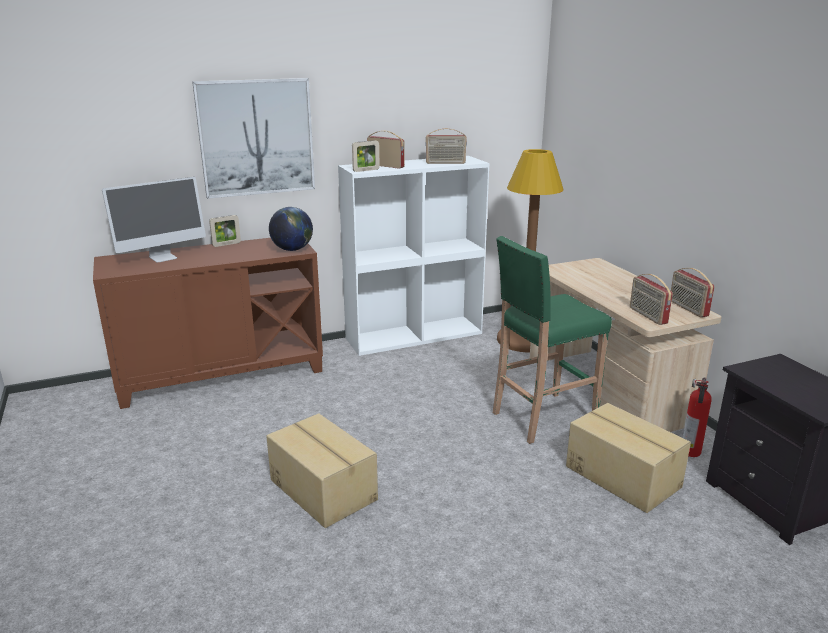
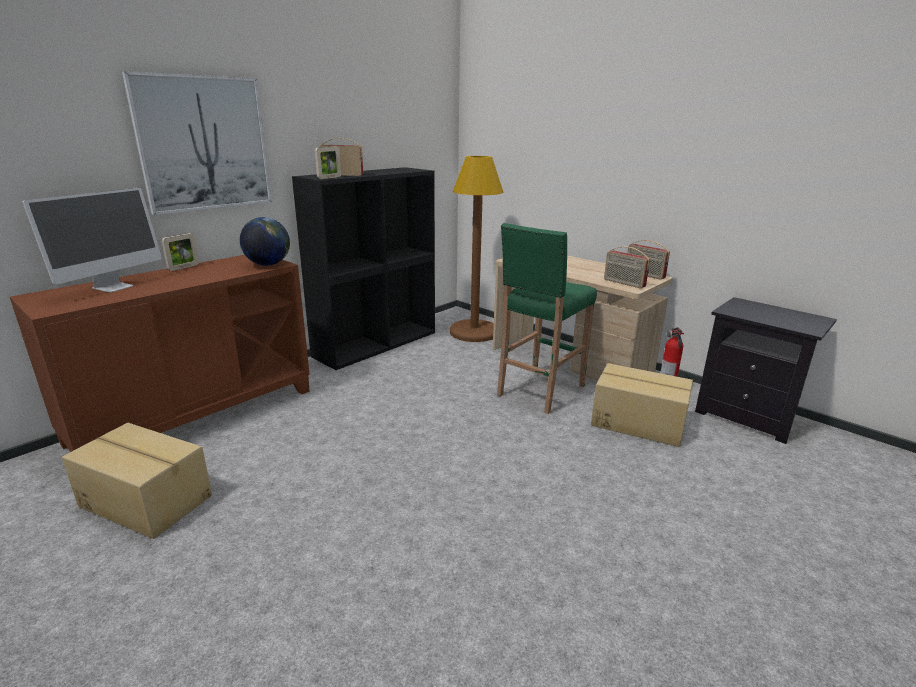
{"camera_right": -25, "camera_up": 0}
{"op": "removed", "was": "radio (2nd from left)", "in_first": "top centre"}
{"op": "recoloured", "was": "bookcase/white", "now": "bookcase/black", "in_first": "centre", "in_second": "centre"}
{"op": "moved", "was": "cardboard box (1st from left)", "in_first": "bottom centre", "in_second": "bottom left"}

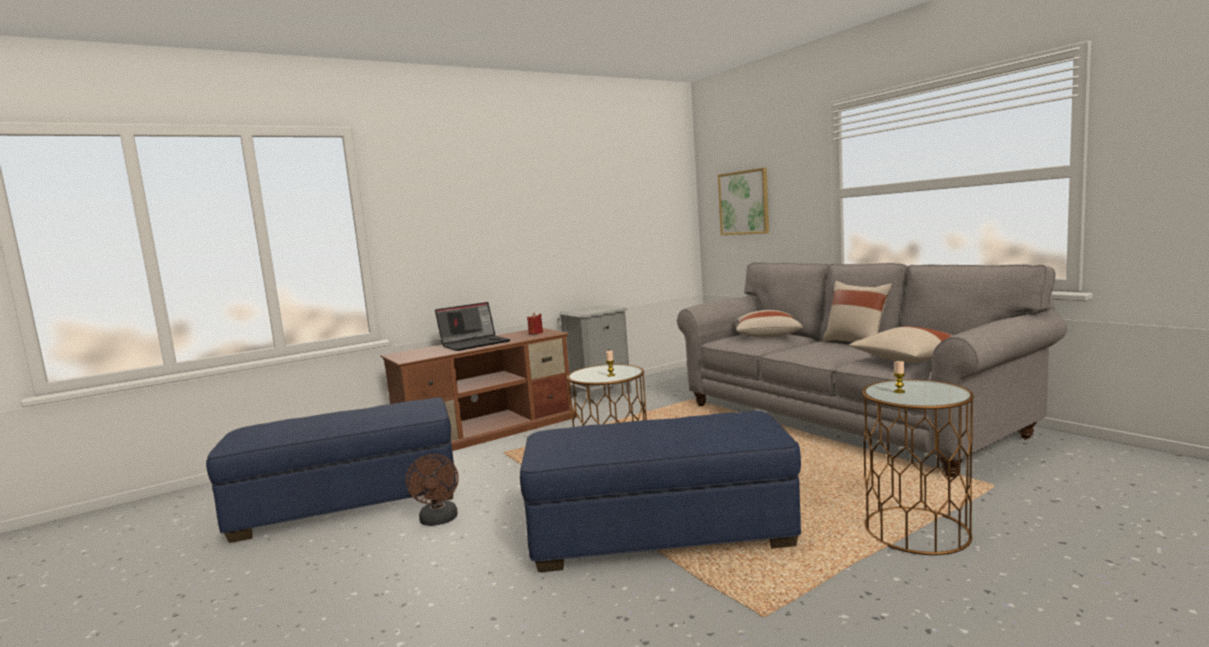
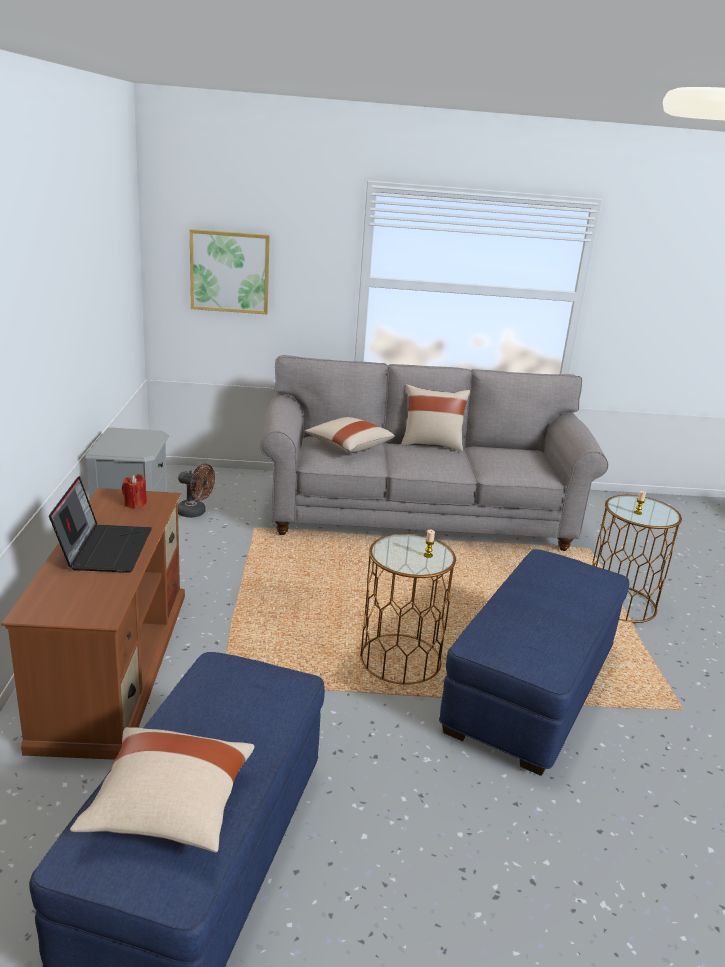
{"camera_right": -60, "camera_up": 15}
{"op": "moved", "was": "pillow/beige (3rd from left in the first image)", "now": "pillow/beige (1st from left)", "in_first": "middle right", "in_second": "bottom left"}
{"op": "moved", "was": "fan/brown", "in_first": "bottom centre", "in_second": "middle left"}

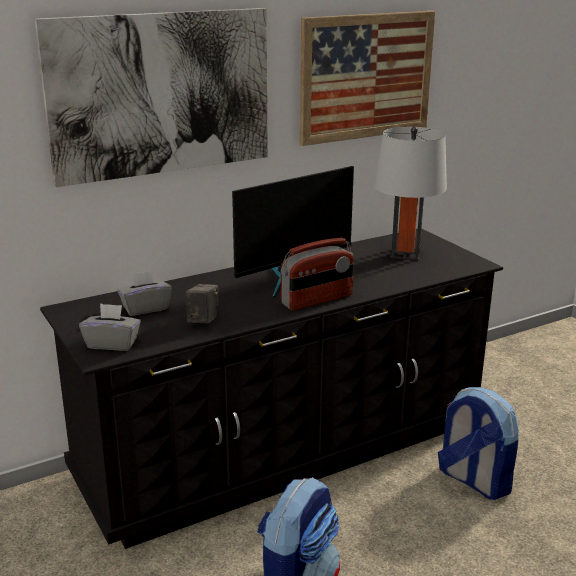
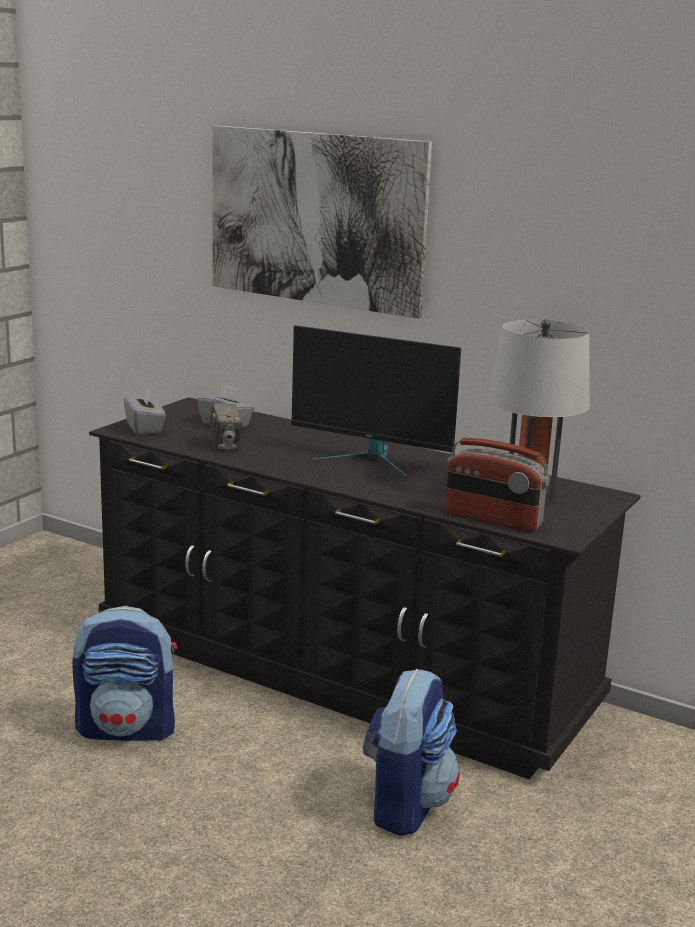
{"camera_right": 60, "camera_up": -5}
{"op": "removed", "was": "picture (2nd from left)", "in_first": "top centre"}
{"op": "moved", "was": "radio", "in_first": "centre", "in_second": "middle right"}
{"op": "turned", "was": "photo camera", "in_first": "centre", "in_second": "middle left", "clockwise": 90}

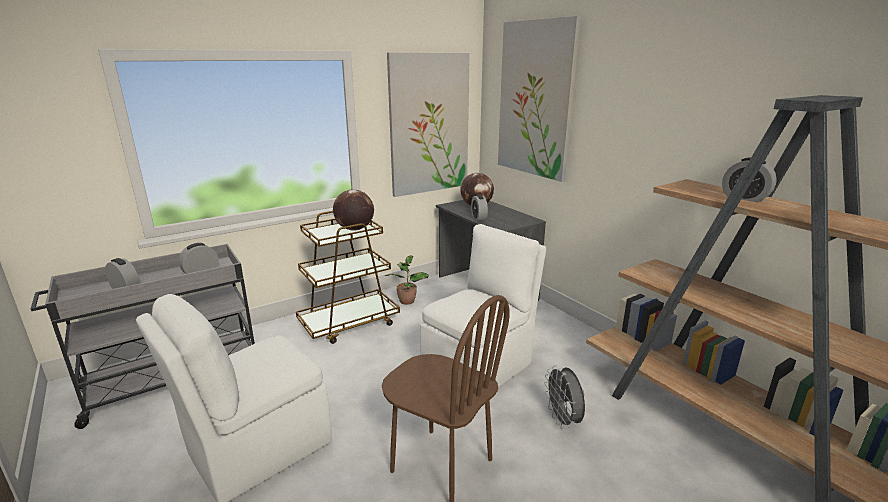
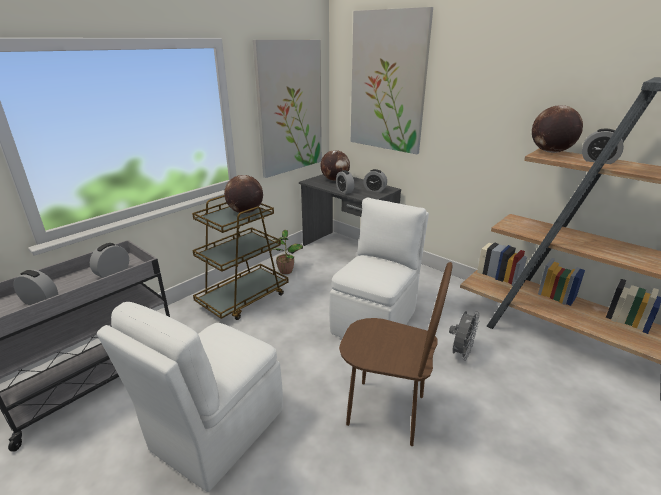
{"camera_right": -15, "camera_up": 5}
{"op": "turned", "was": "fan/grey", "in_first": "bottom centre", "in_second": "bottom right", "clockwise": -120}
{"op": "added", "now": "globe (3rd from left)", "in_second": "top right"}
{"op": "added", "now": "alarm clock (4th from left)", "in_second": "centre"}

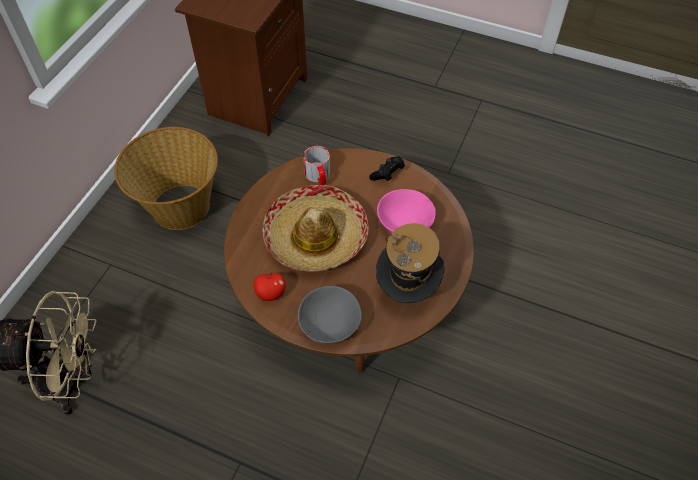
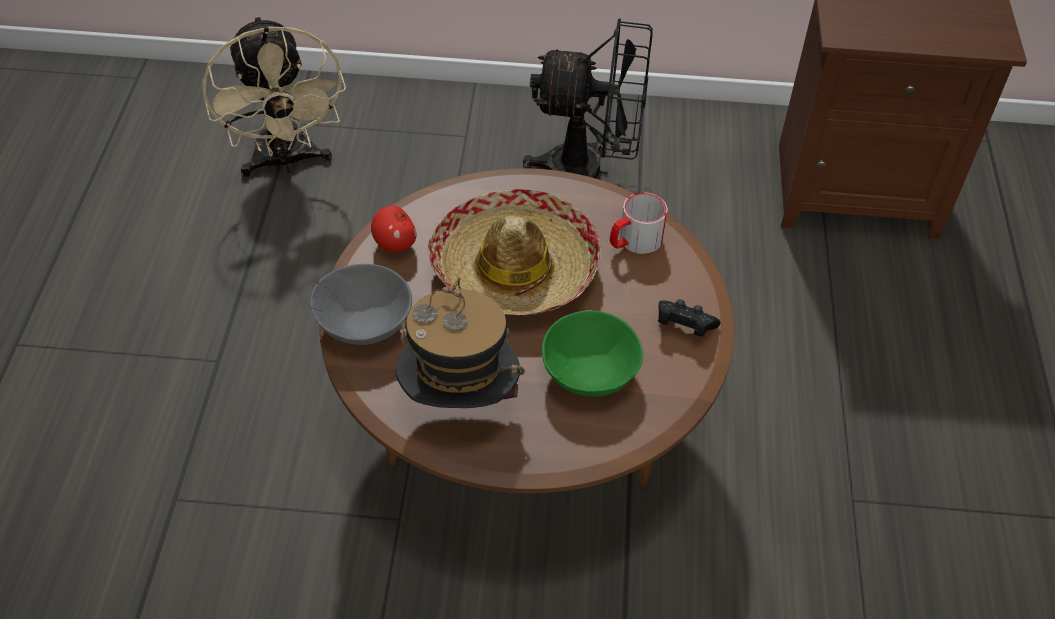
{"camera_right": 70, "camera_up": -5}
{"op": "replaced", "was": "basket", "now": "fan/black", "in_first": "middle left", "in_second": "top centre"}
{"op": "recoloured", "was": "bowl/pink", "now": "bowl/green", "in_first": "centre", "in_second": "centre"}

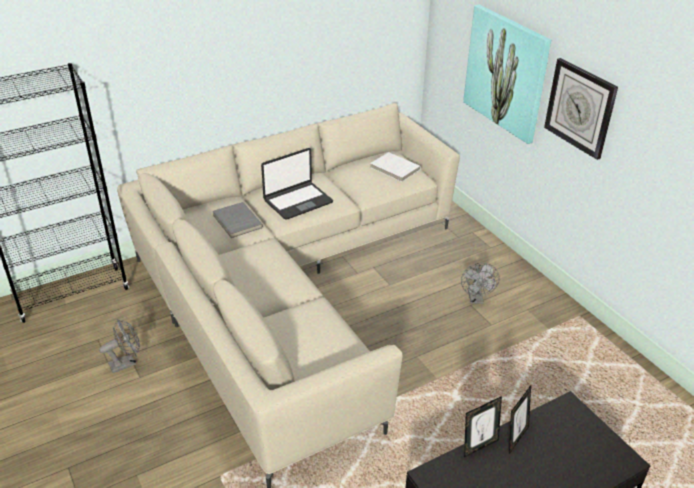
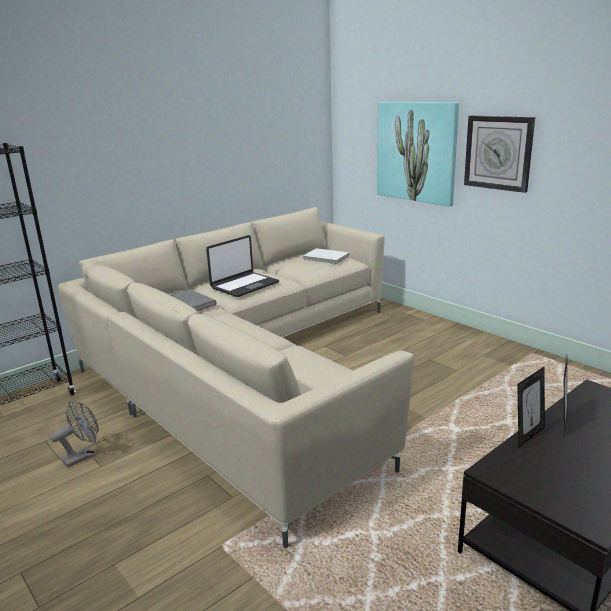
{"camera_right": -10, "camera_up": -15}
{"op": "removed", "was": "fan/grey (2nd from left)", "in_first": "middle right"}

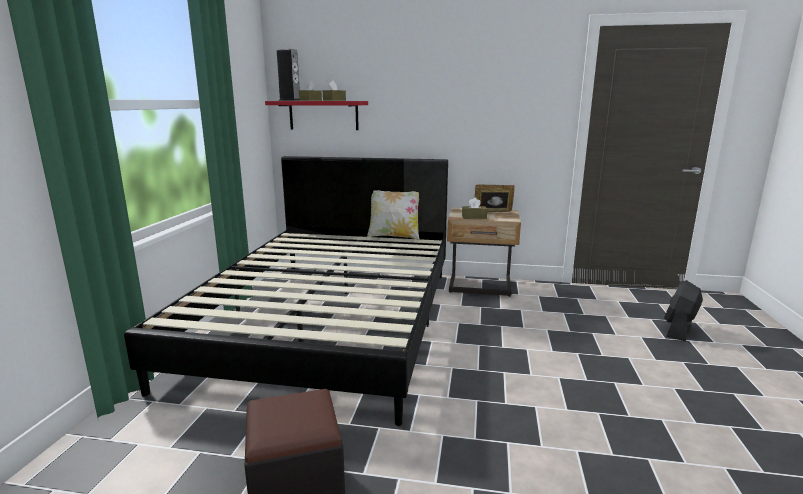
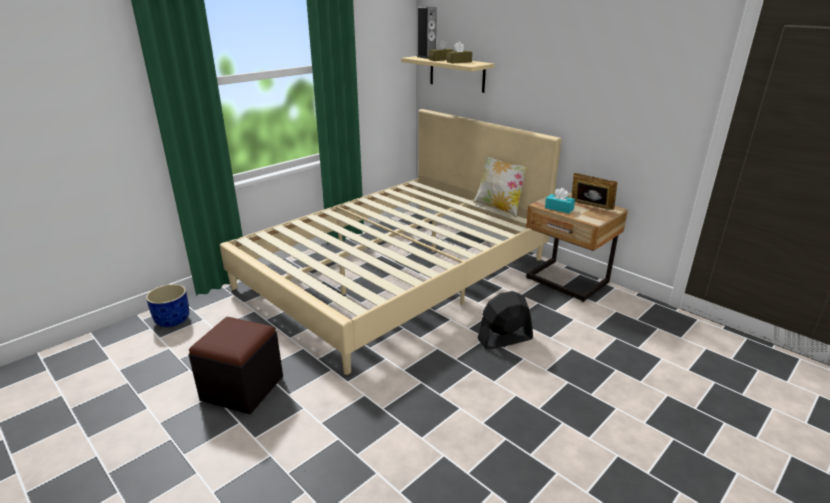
{"camera_right": 35, "camera_up": 10}
{"op": "recoloured", "was": "shelf/red", "now": "shelf/beige", "in_first": "top centre", "in_second": "top centre"}
{"op": "recoloured", "was": "bed/black", "now": "bed/beige", "in_first": "centre", "in_second": "centre"}
{"op": "recoloured", "was": "tissue box/brown (3rd from left)", "now": "tissue box/turquoise", "in_first": "centre", "in_second": "middle right"}
{"op": "moved", "was": "fan/black", "in_first": "middle right", "in_second": "centre"}
{"op": "added", "now": "planter/blue", "in_second": "middle left"}

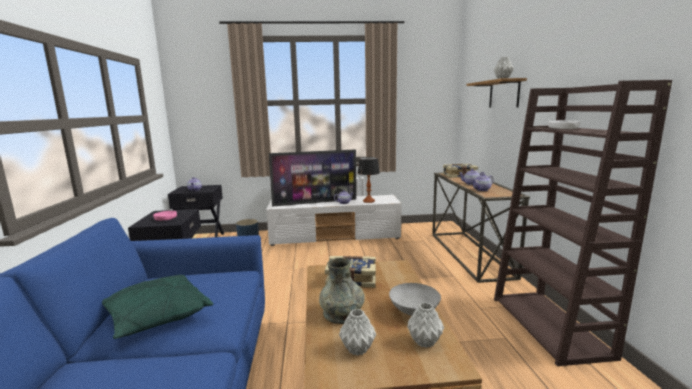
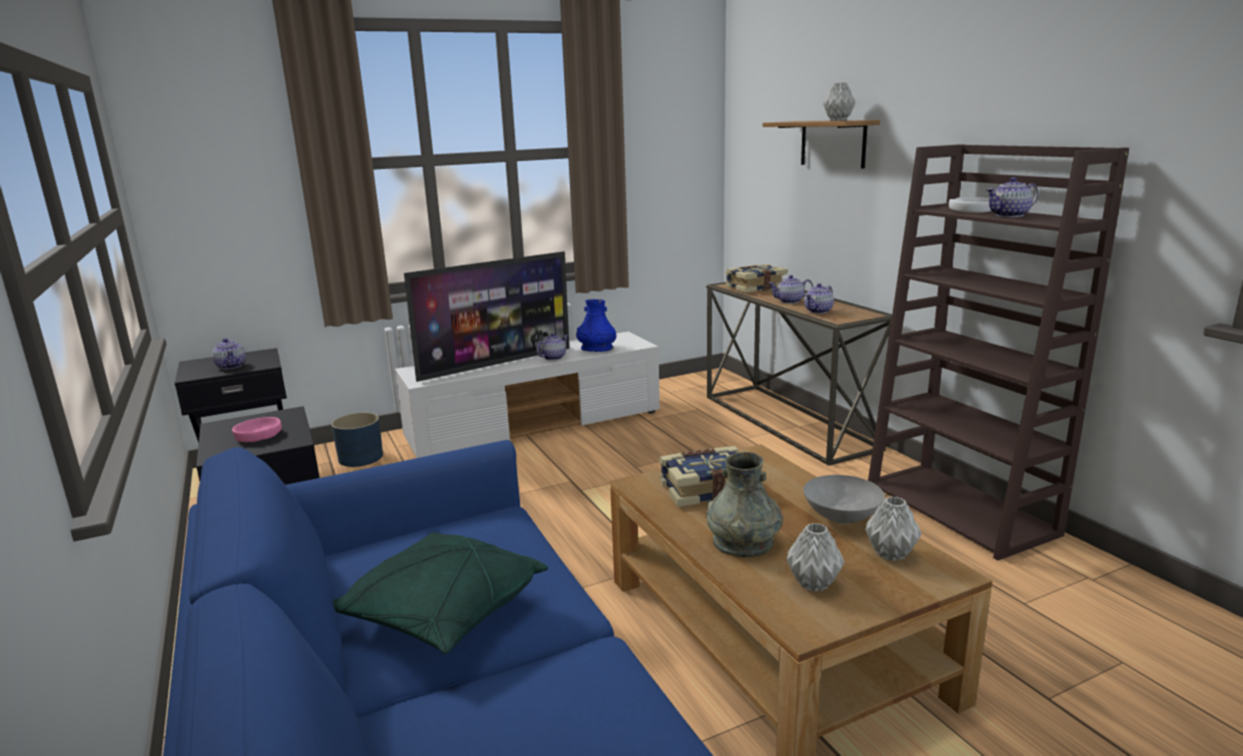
{"camera_right": -20, "camera_up": 5}
{"op": "replaced", "was": "table lamp", "now": "vase/blue", "in_first": "centre", "in_second": "centre"}
{"op": "added", "now": "teapot (5th from left)", "in_second": "top right"}

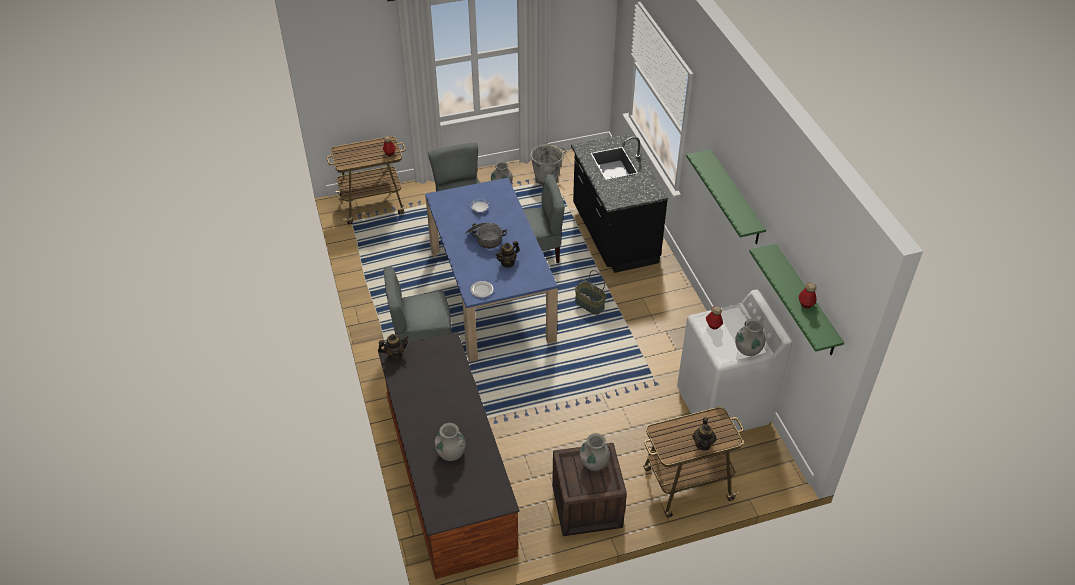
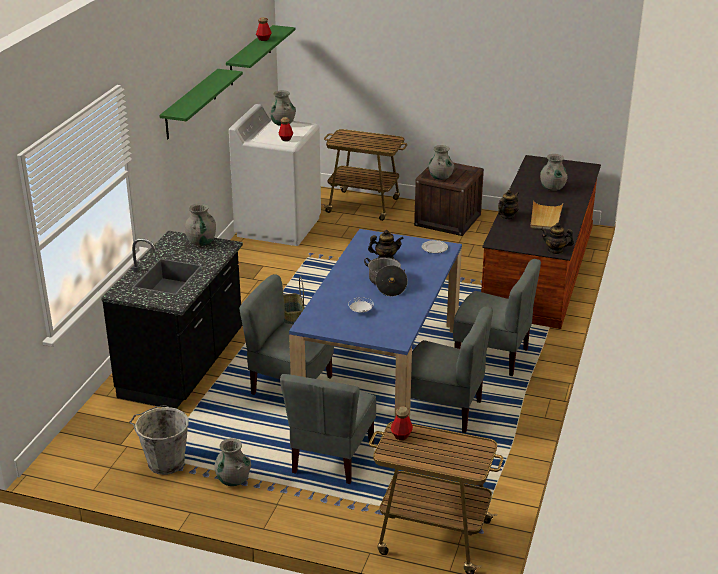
{"camera_right": -145, "camera_up": -15}
{"op": "moved", "was": "teapot (3rd from left in the first image)", "now": "teapot (2nd from left)", "in_first": "bottom centre", "in_second": "middle right"}
{"op": "added", "now": "tray/beige", "in_second": "middle right"}
{"op": "added", "now": "vase/grey (1st from left)", "in_second": "middle left"}
{"op": "added", "now": "chair/grey (3rd from left)", "in_second": "centre"}

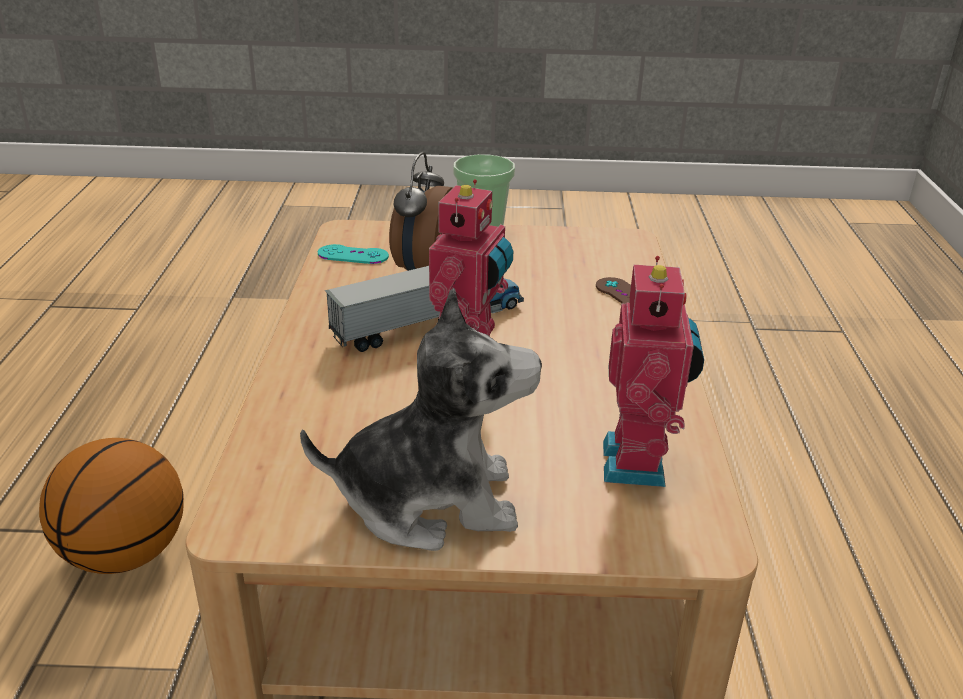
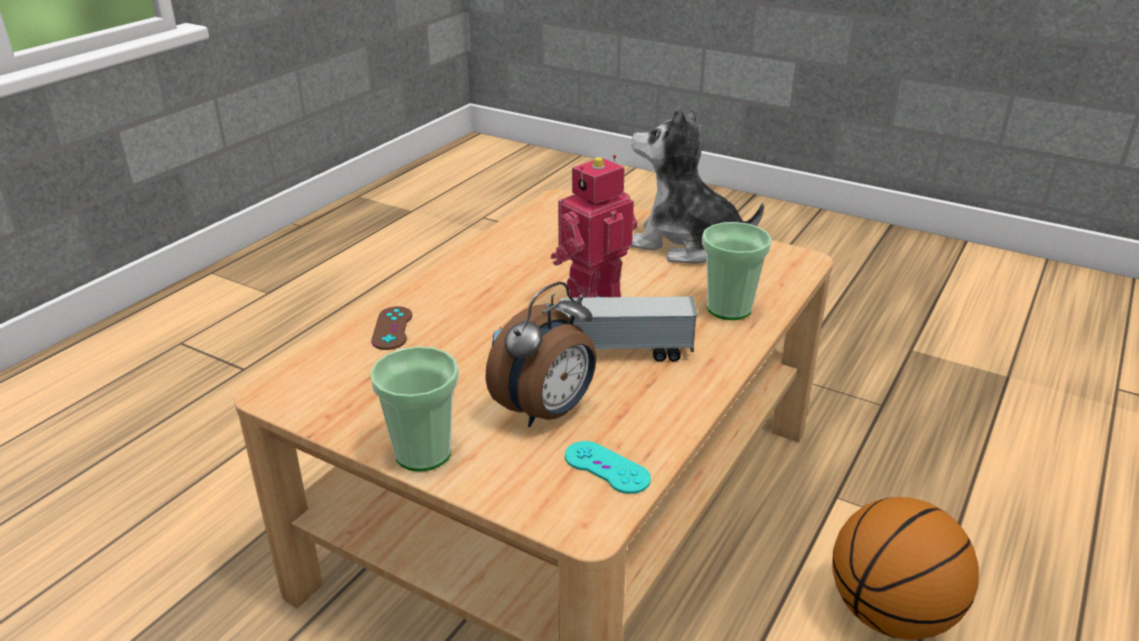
{"camera_right": -150, "camera_up": 0}
{"op": "removed", "was": "toy robot (2nd from left)", "in_first": "middle right"}
{"op": "added", "now": "cup (2nd from left)", "in_second": "centre"}

